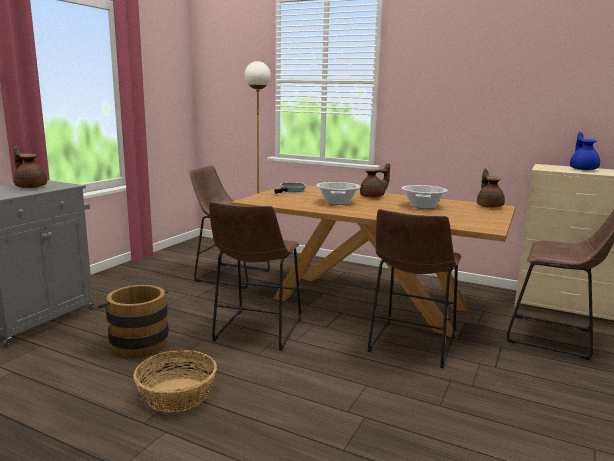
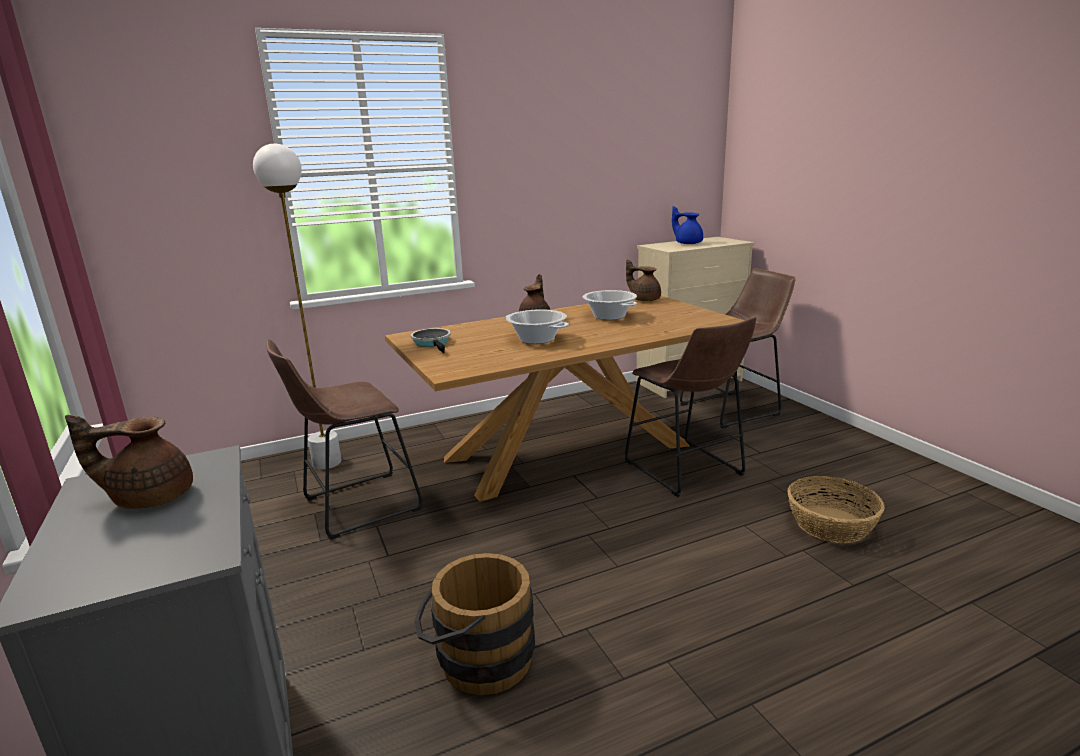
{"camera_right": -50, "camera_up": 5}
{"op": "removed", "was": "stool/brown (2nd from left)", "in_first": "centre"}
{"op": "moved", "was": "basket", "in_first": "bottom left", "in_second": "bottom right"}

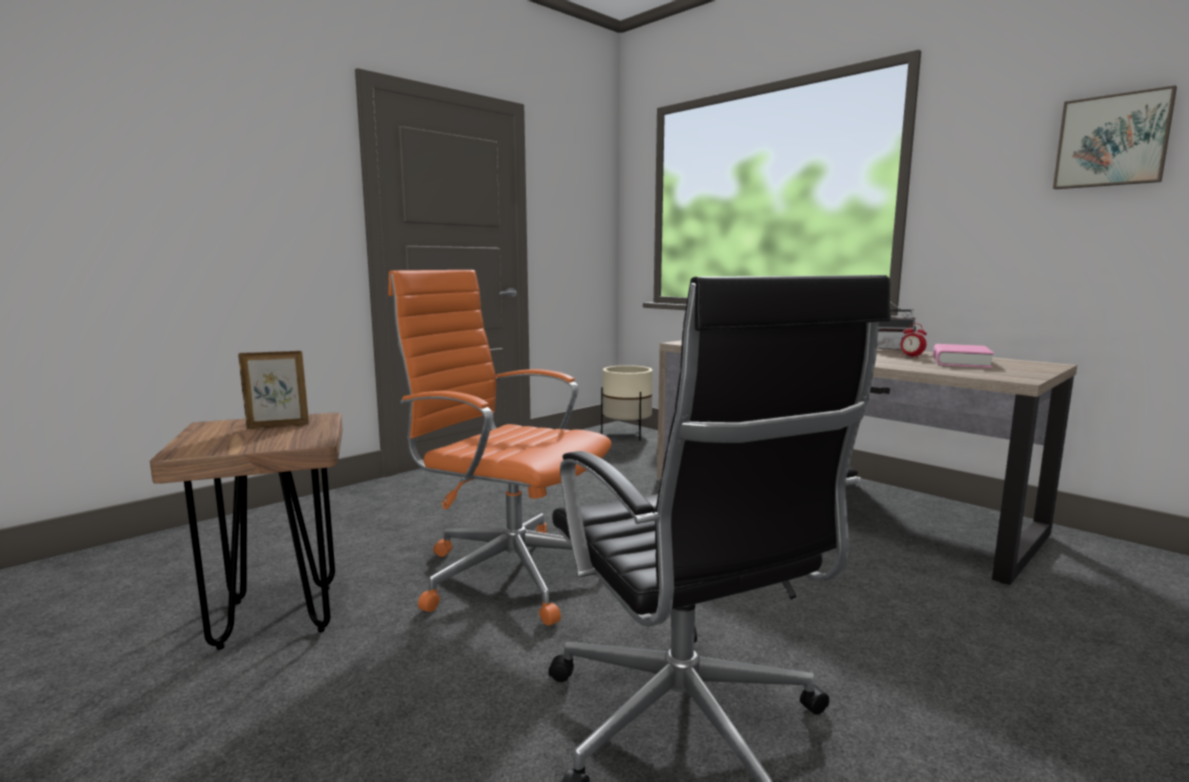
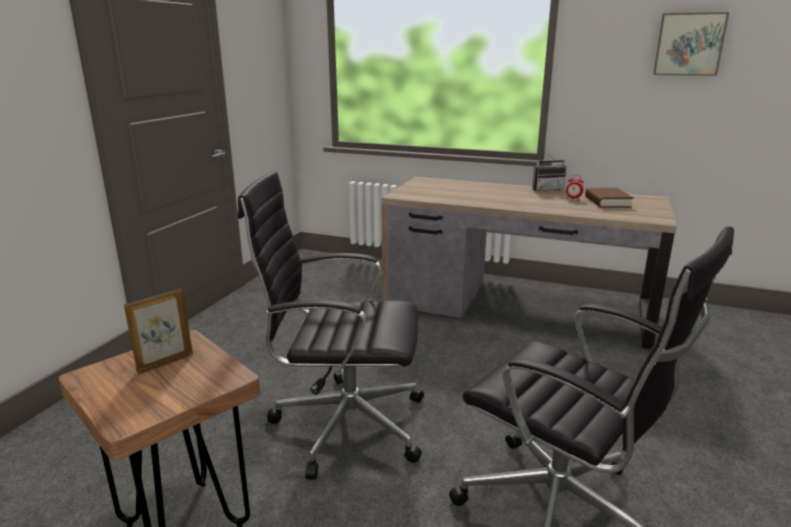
{"camera_right": -25, "camera_up": 10}
{"op": "recoloured", "was": "office chair/orange", "now": "office chair/black (1st from left)", "in_first": "centre", "in_second": "centre"}
{"op": "recoloured", "was": "book/pink", "now": "book/brown", "in_first": "middle right", "in_second": "middle right"}
{"op": "removed", "was": "planter/beige", "in_first": "centre"}

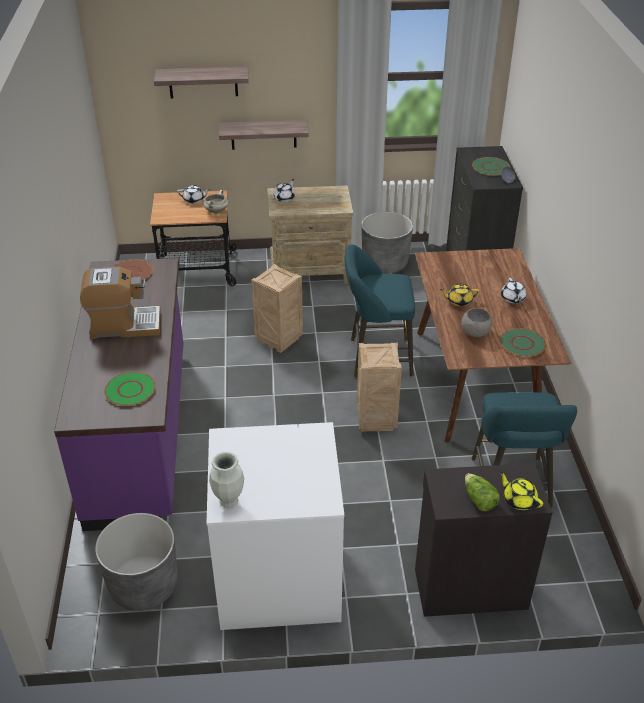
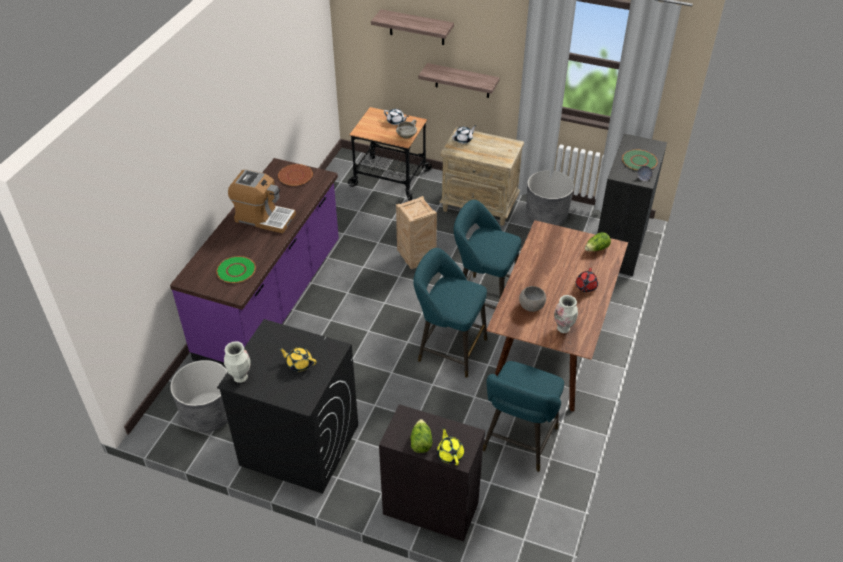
{"camera_right": 25, "camera_up": 5}
{"op": "recoloured", "was": "teapot/white (3rd from left)", "now": "teapot/red", "in_first": "middle right", "in_second": "middle right"}
{"op": "moved", "was": "teapot/yellow (1st from left)", "in_first": "middle right", "in_second": "centre"}
{"op": "replaced", "was": "plate/green (3rd from left)", "now": "vase (2nd from left)", "in_first": "middle right", "in_second": "middle right"}
{"op": "replaced", "was": "crate (2nd from left)", "now": "stool/turquoise (1st from left)", "in_first": "centre", "in_second": "centre"}
{"op": "recoloured", "was": "washing machine/white", "now": "washing machine/black", "in_first": "bottom centre", "in_second": "bottom centre"}
{"op": "added", "now": "lettuce (2nd from left)", "in_second": "middle right"}

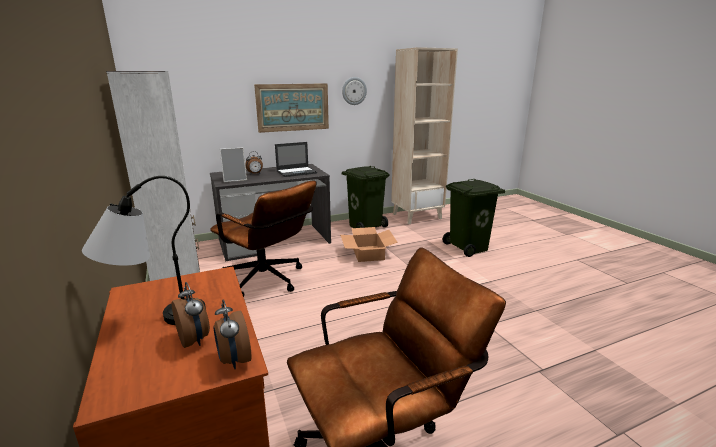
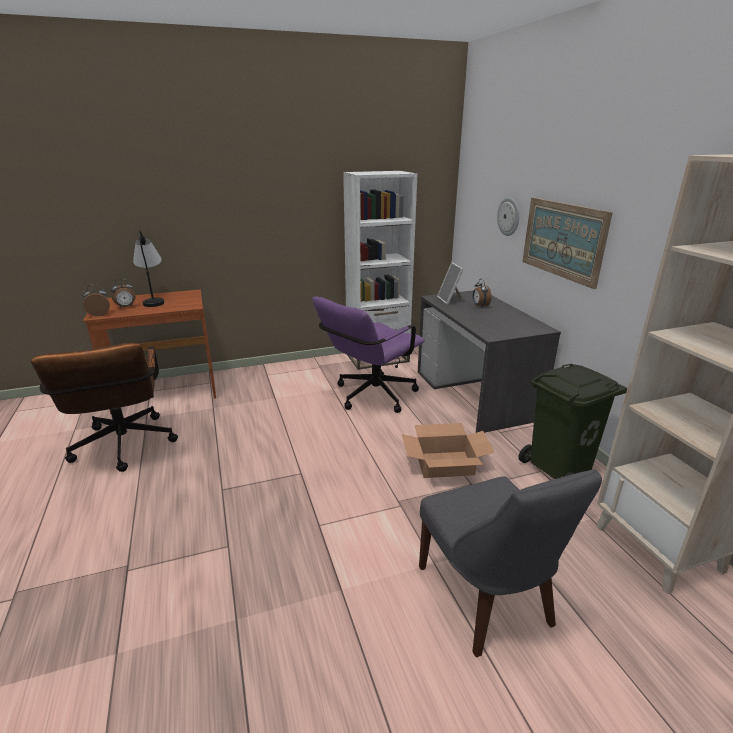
{"camera_right": 95, "camera_up": 5}
{"op": "moved", "was": "wall clock", "in_first": "top centre", "in_second": "top right"}
{"op": "removed", "was": "laptop", "in_first": "centre"}
{"op": "replaced", "was": "trash can/green (2nd from left)", "now": "chair/grey", "in_first": "centre", "in_second": "bottom right"}
{"op": "recoloured", "was": "office chair/brown (1st from left)", "now": "office chair/purple", "in_first": "centre", "in_second": "centre"}

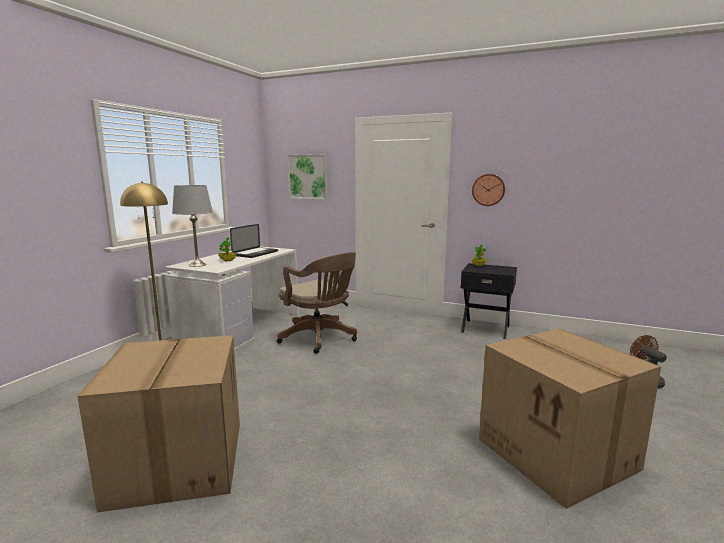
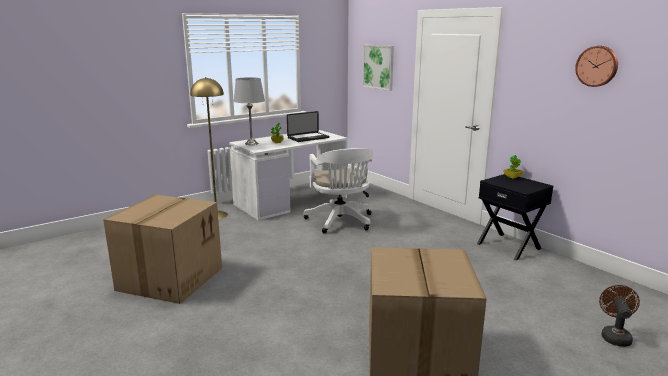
{"camera_right": 30, "camera_up": 5}
{"op": "moved", "was": "wall clock", "in_first": "middle right", "in_second": "top right"}
{"op": "recoloured", "was": "office chair/brown", "now": "office chair/white", "in_first": "centre", "in_second": "centre"}

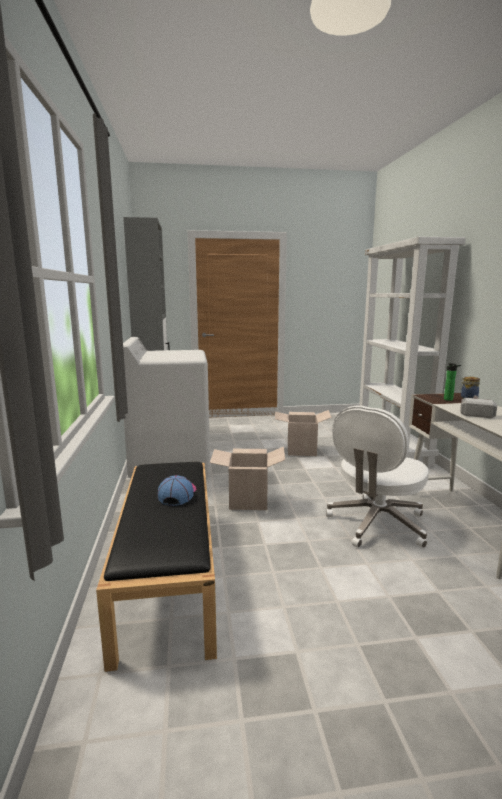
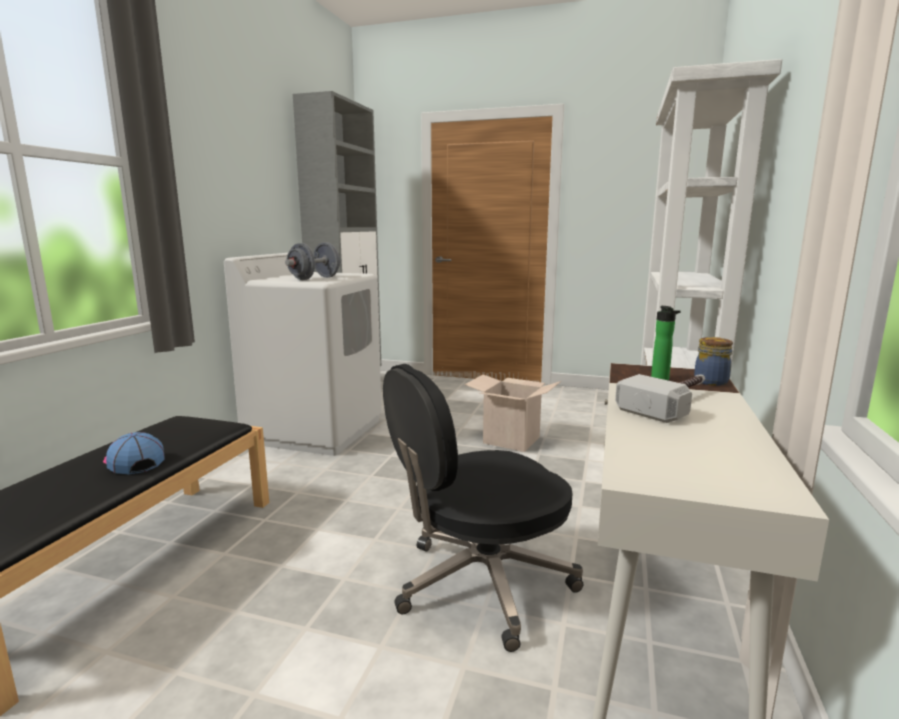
{"camera_right": 25, "camera_up": 0}
{"op": "recoloured", "was": "office chair/white", "now": "office chair/black", "in_first": "middle right", "in_second": "bottom centre"}
{"op": "removed", "was": "cardboard box (1st from left)", "in_first": "centre"}
{"op": "turned", "was": "cap", "in_first": "centre", "in_second": "middle left", "clockwise": -75}
{"op": "added", "now": "dumbbell/grey", "in_second": "centre"}

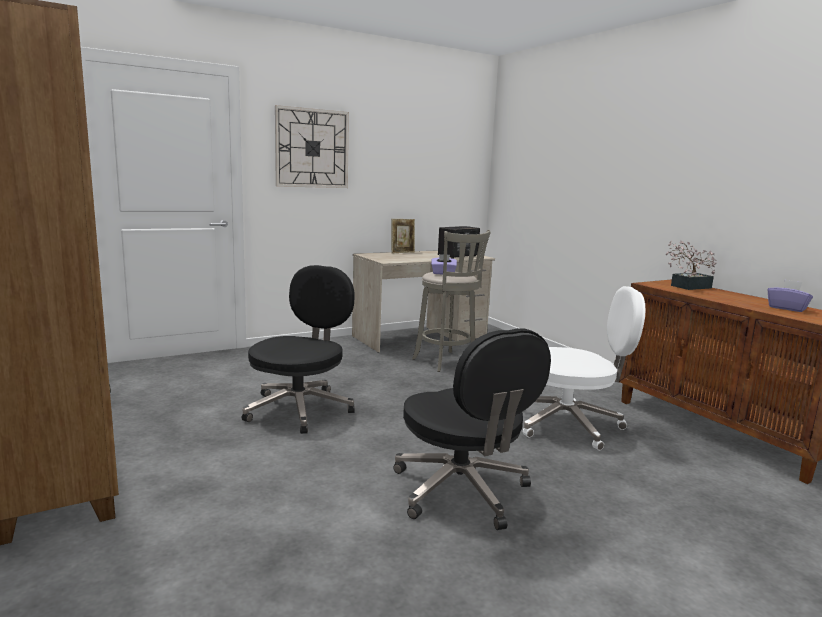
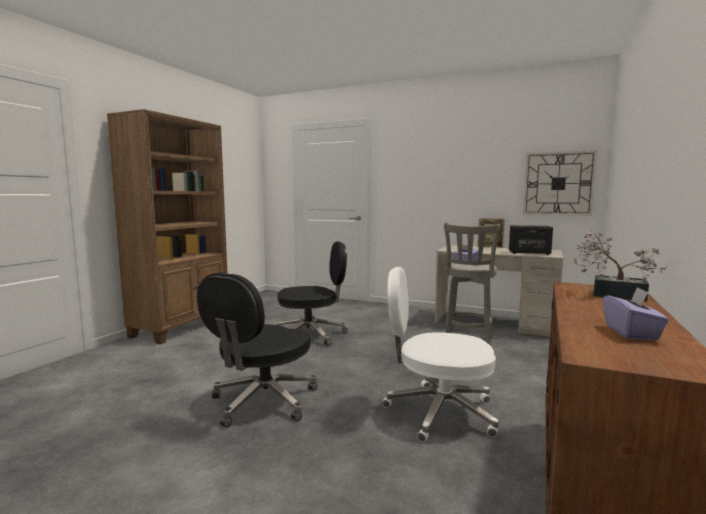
{"camera_right": 55, "camera_up": -5}
{"op": "moved", "was": "wall clock", "in_first": "top centre", "in_second": "middle right"}
{"op": "turned", "was": "office chair/white", "in_first": "middle right", "in_second": "bottom centre", "clockwise": 135}

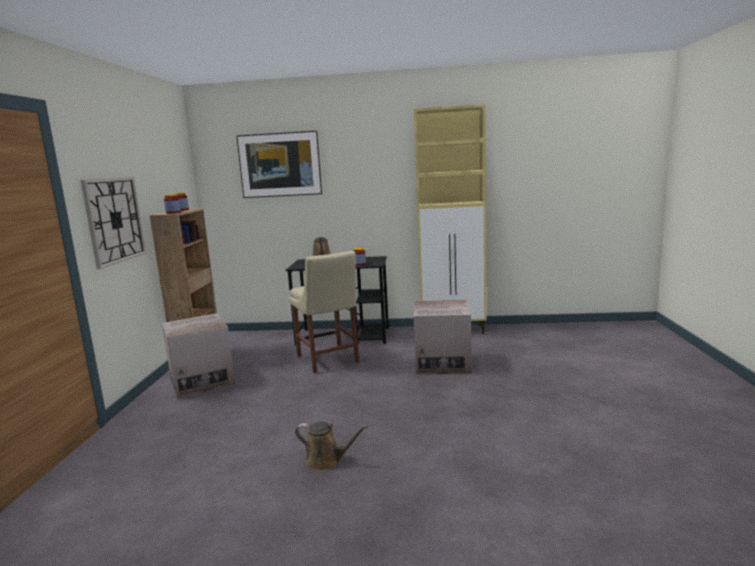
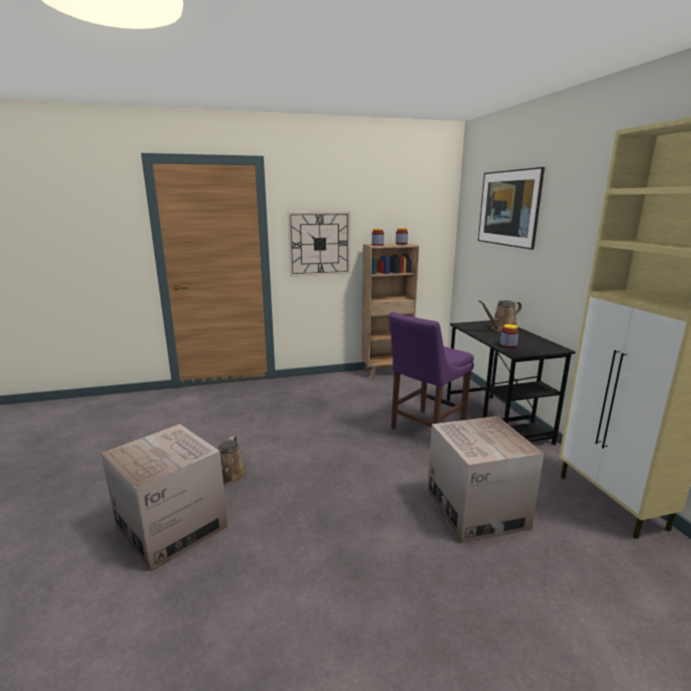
{"camera_right": 70, "camera_up": 5}
{"op": "recoloured", "was": "chair/beige", "now": "chair/purple", "in_first": "centre", "in_second": "centre"}
{"op": "moved", "was": "cardboard box (1st from left)", "in_first": "middle left", "in_second": "bottom left"}

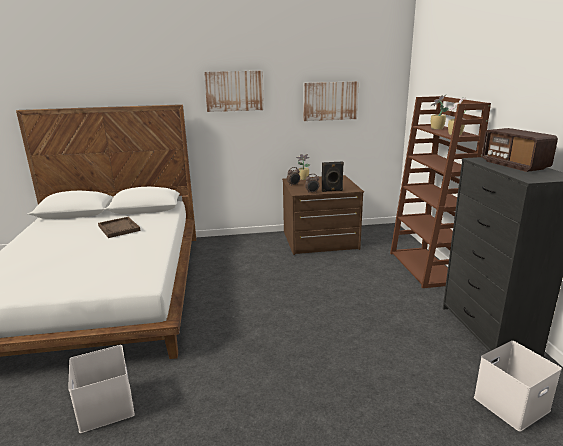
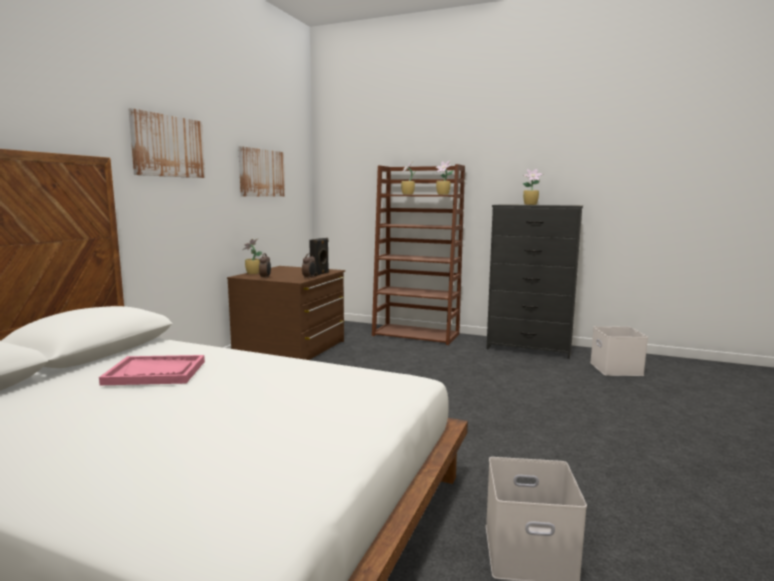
{"camera_right": -60, "camera_up": -10}
{"op": "replaced", "was": "radio", "now": "potted plant (4th from left)", "in_first": "middle right", "in_second": "top right"}
{"op": "recoloured", "was": "tray/brown", "now": "tray/pink", "in_first": "middle left", "in_second": "middle left"}

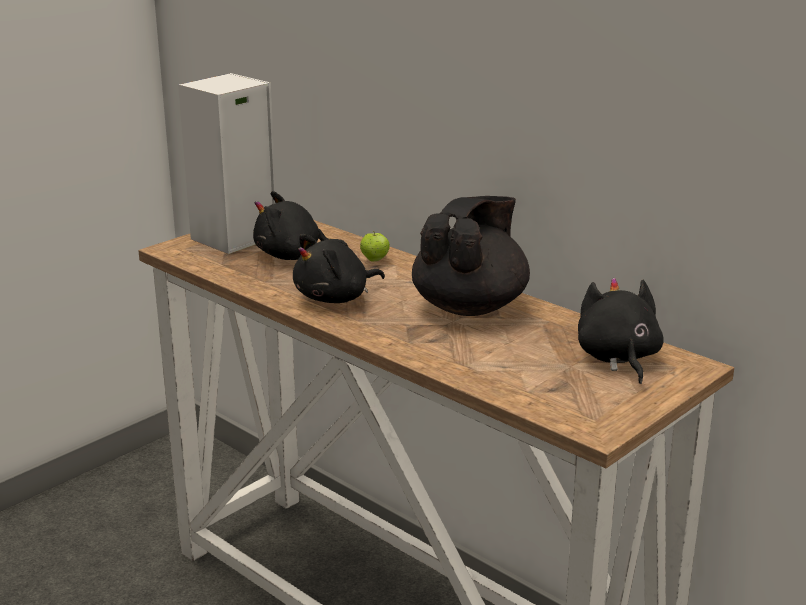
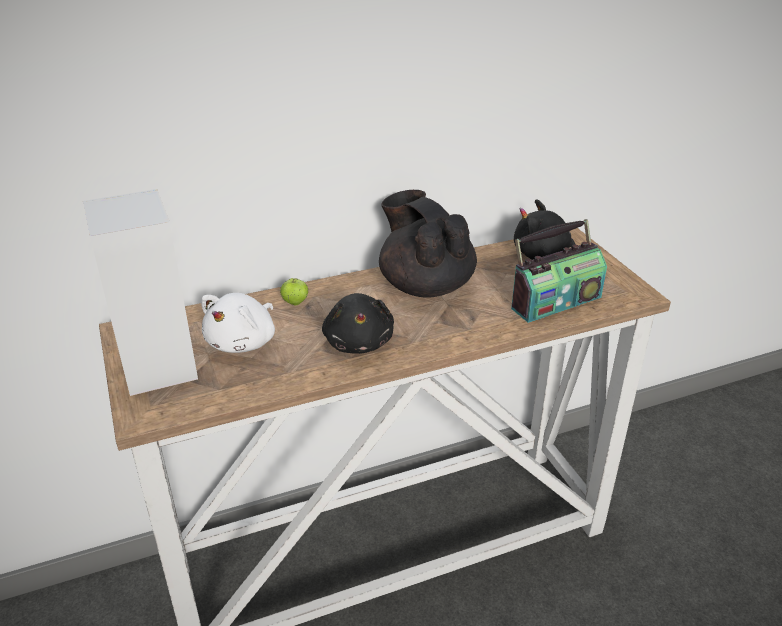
{"camera_right": -65, "camera_up": 10}
{"op": "recoloured", "was": "plush toy/black (1st from left)", "now": "plush toy/white", "in_first": "centre", "in_second": "middle left"}
{"op": "added", "now": "radio", "in_second": "middle right"}

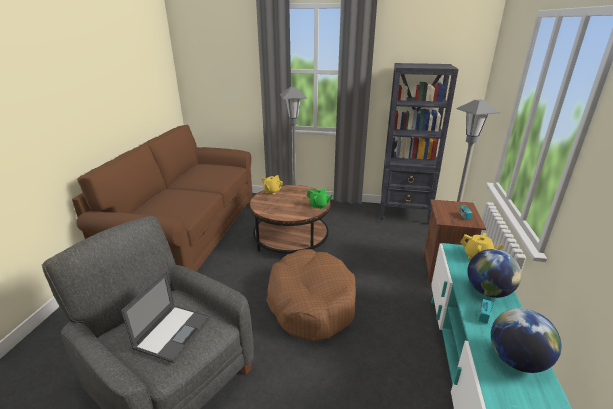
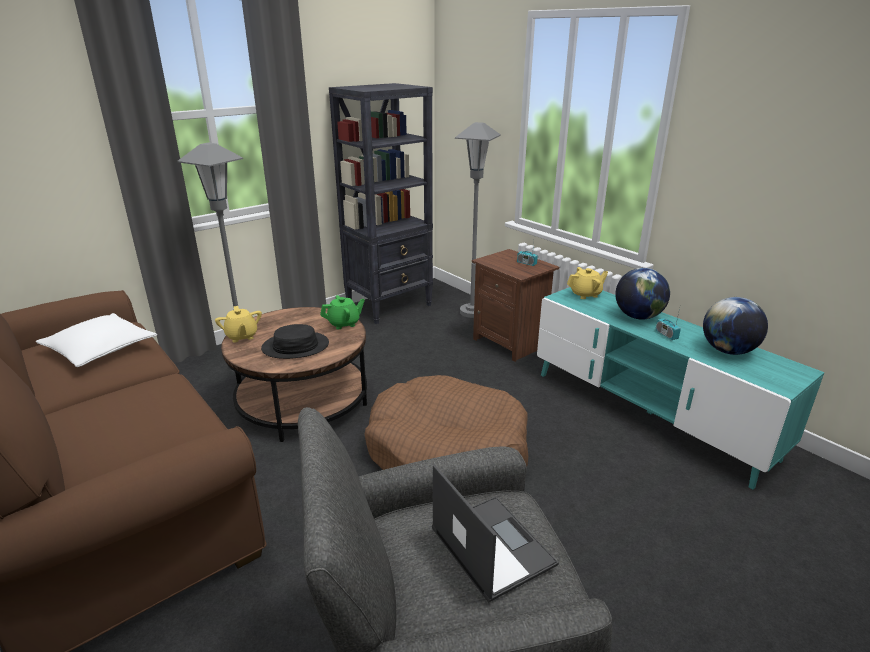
{"camera_right": -50, "camera_up": 0}
{"op": "added", "now": "pillow/white", "in_second": "middle left"}
{"op": "added", "now": "hat/black", "in_second": "centre"}

